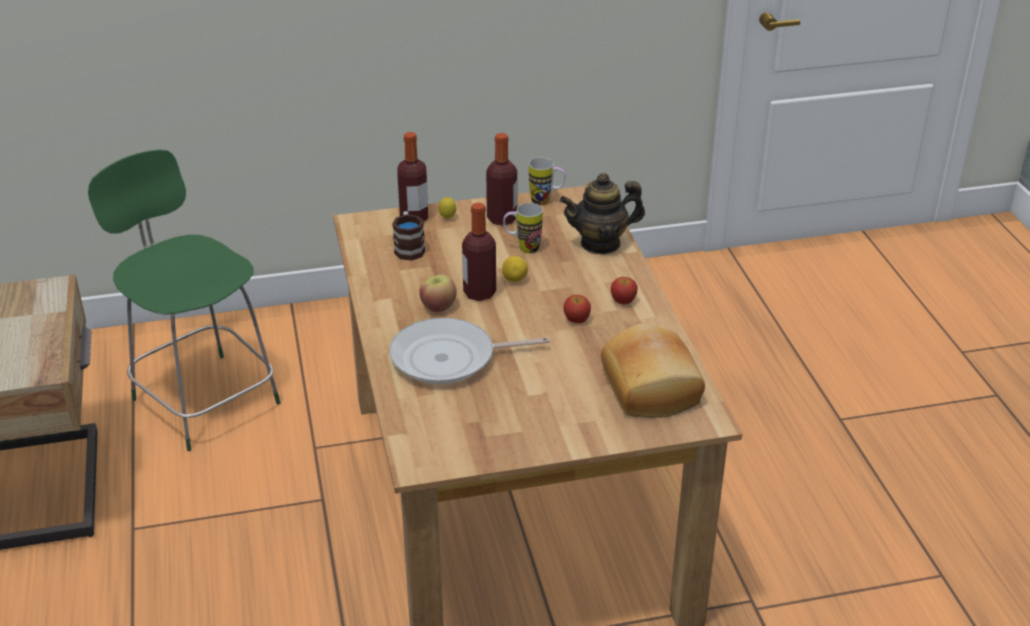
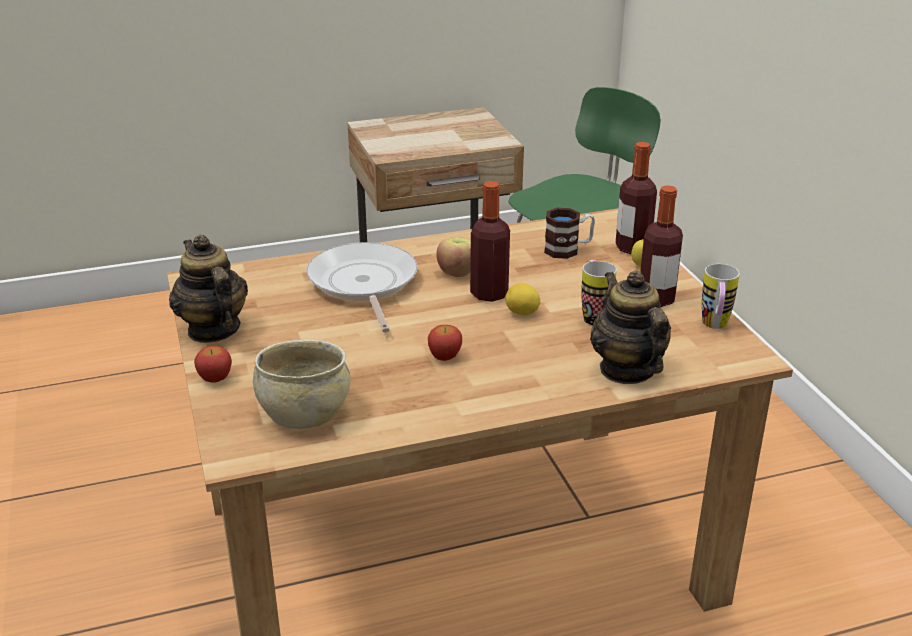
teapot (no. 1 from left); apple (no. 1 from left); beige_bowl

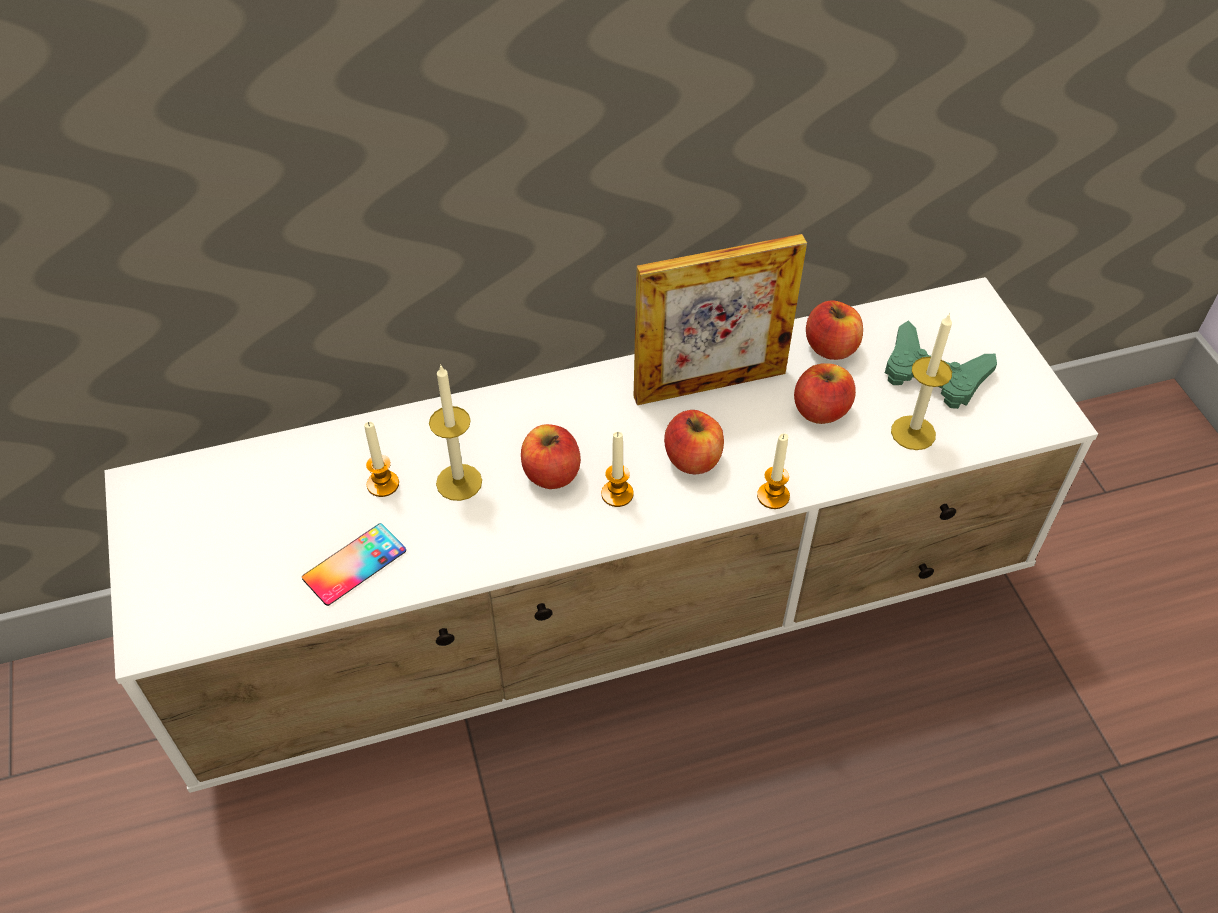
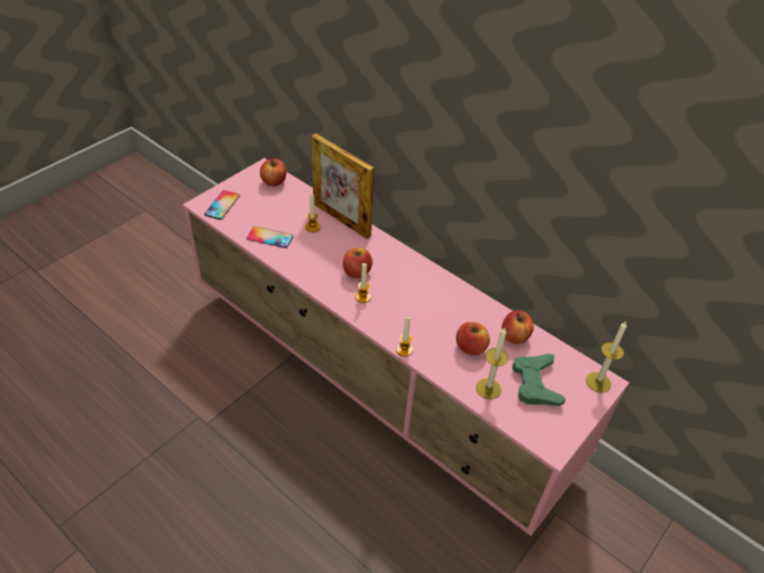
phone (no. 1 from left); candle (no. 5 from left); picture_frame; apple (no. 1 from left); pink_tv_stand

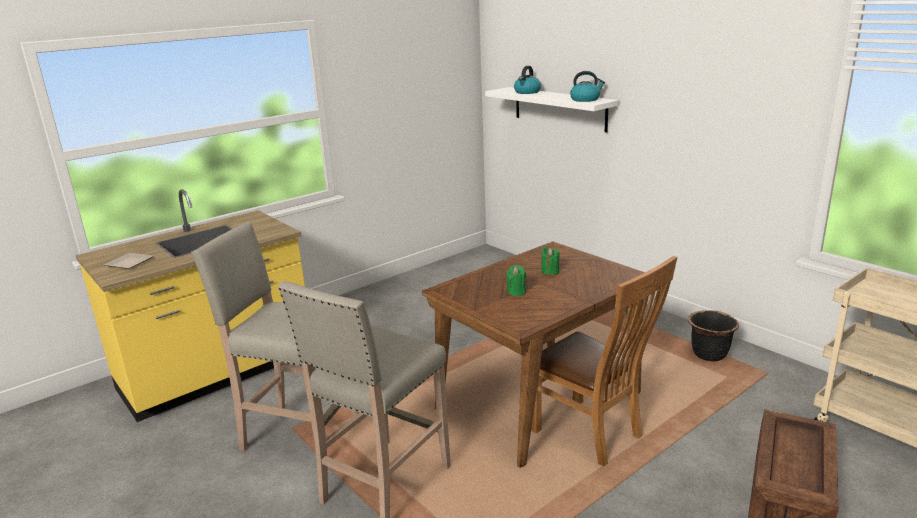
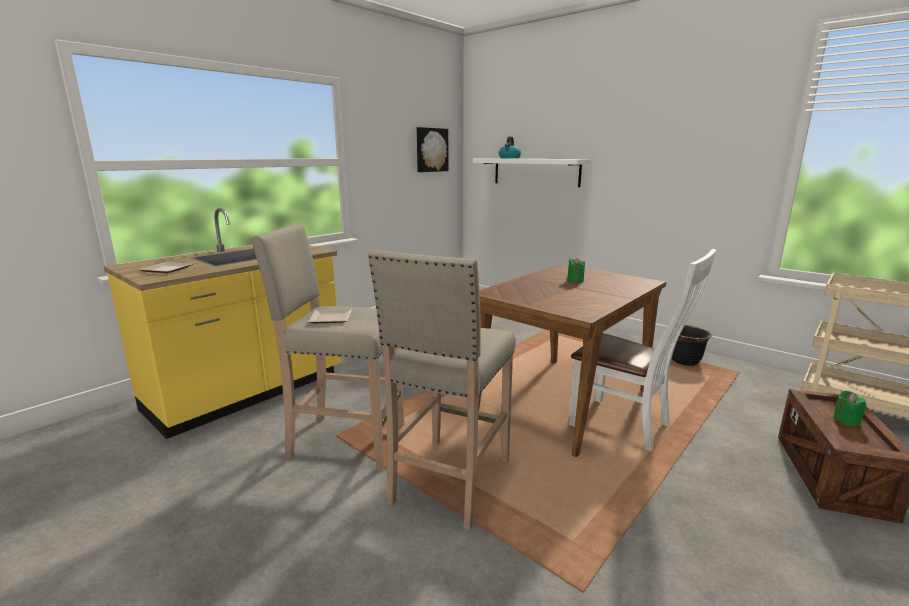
kettle (no. 2 from left in the first image); plate (no. 2 from left); picture; green_candle (no. 2 from left); white_chair

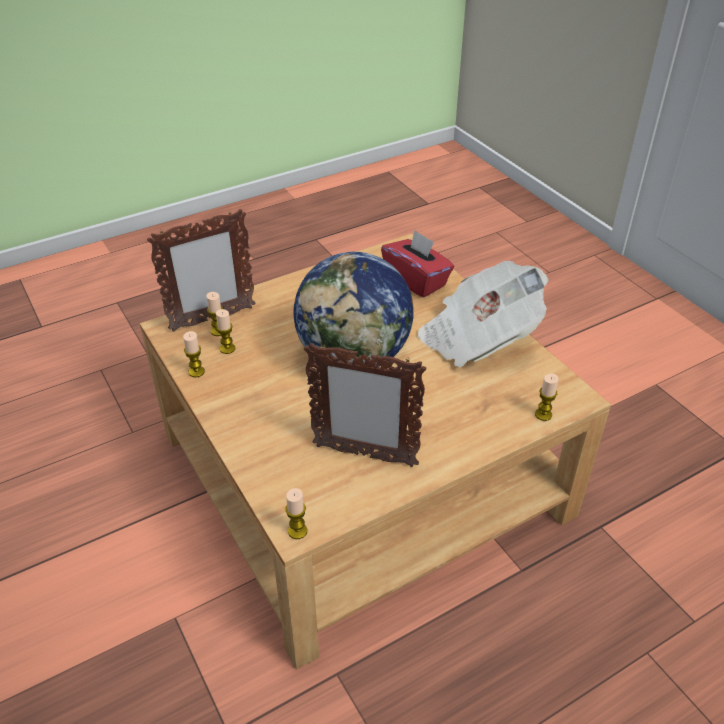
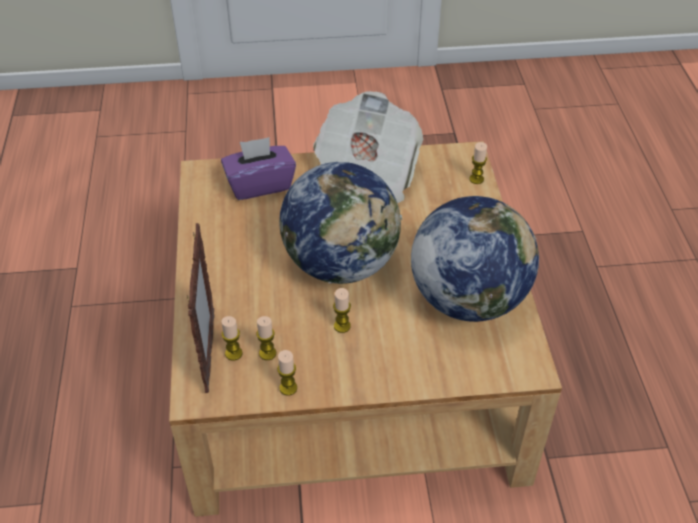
candle (no. 4 from left); globe (no. 2 from left); purple_tissue_box

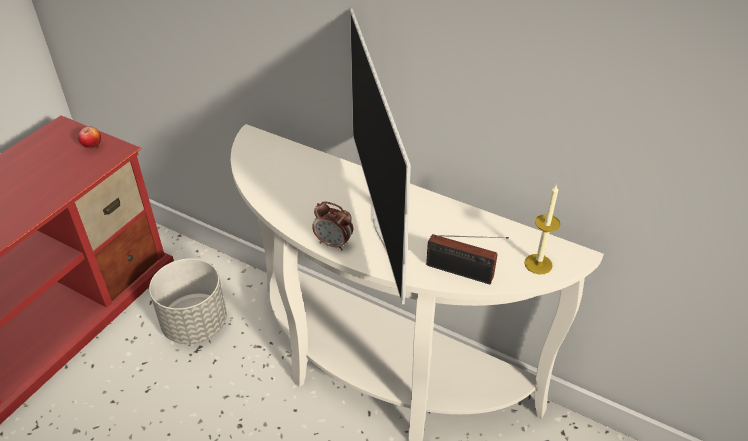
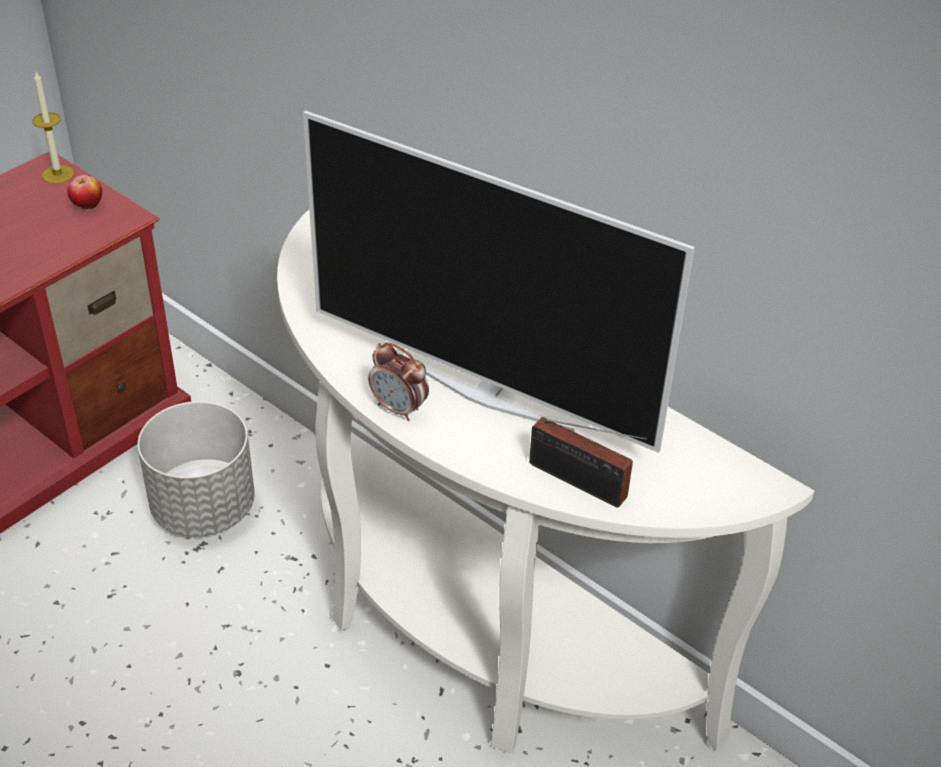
candle; television

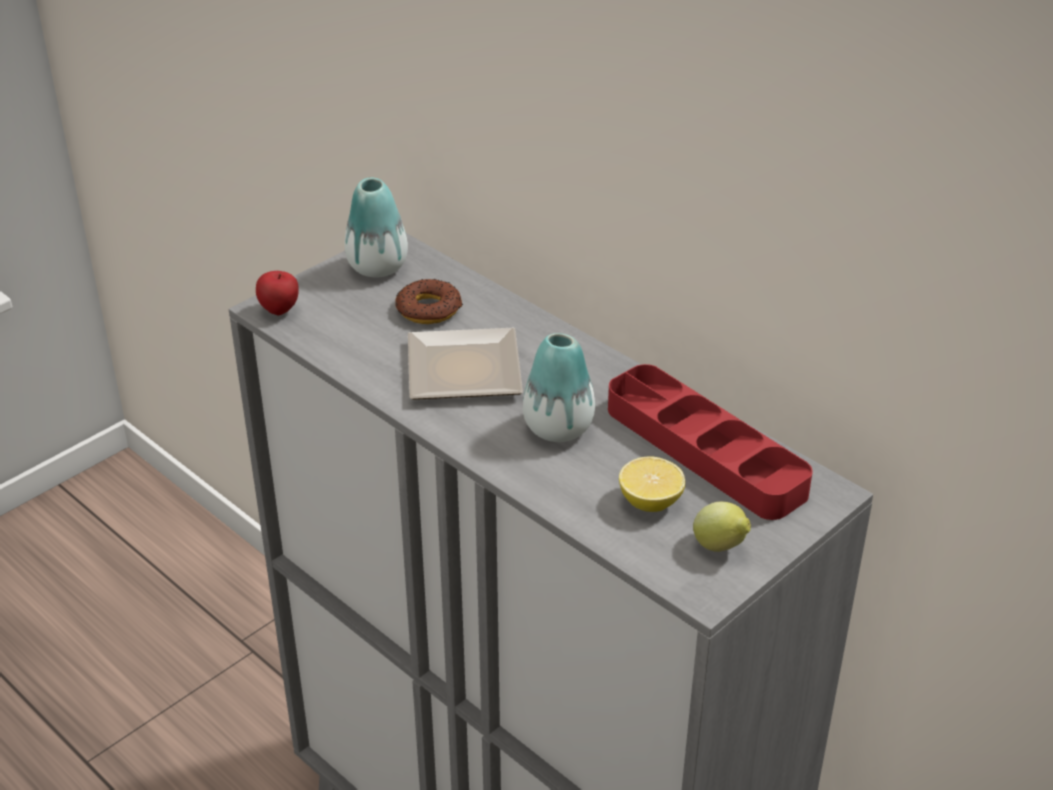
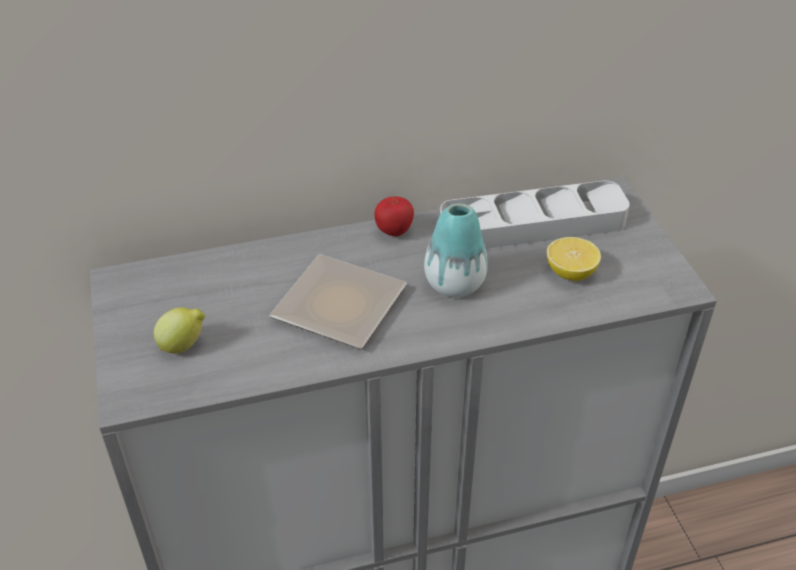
vase (no. 1 from left in the first image); donut; apple; lemon (no. 1 from left); grey_tray

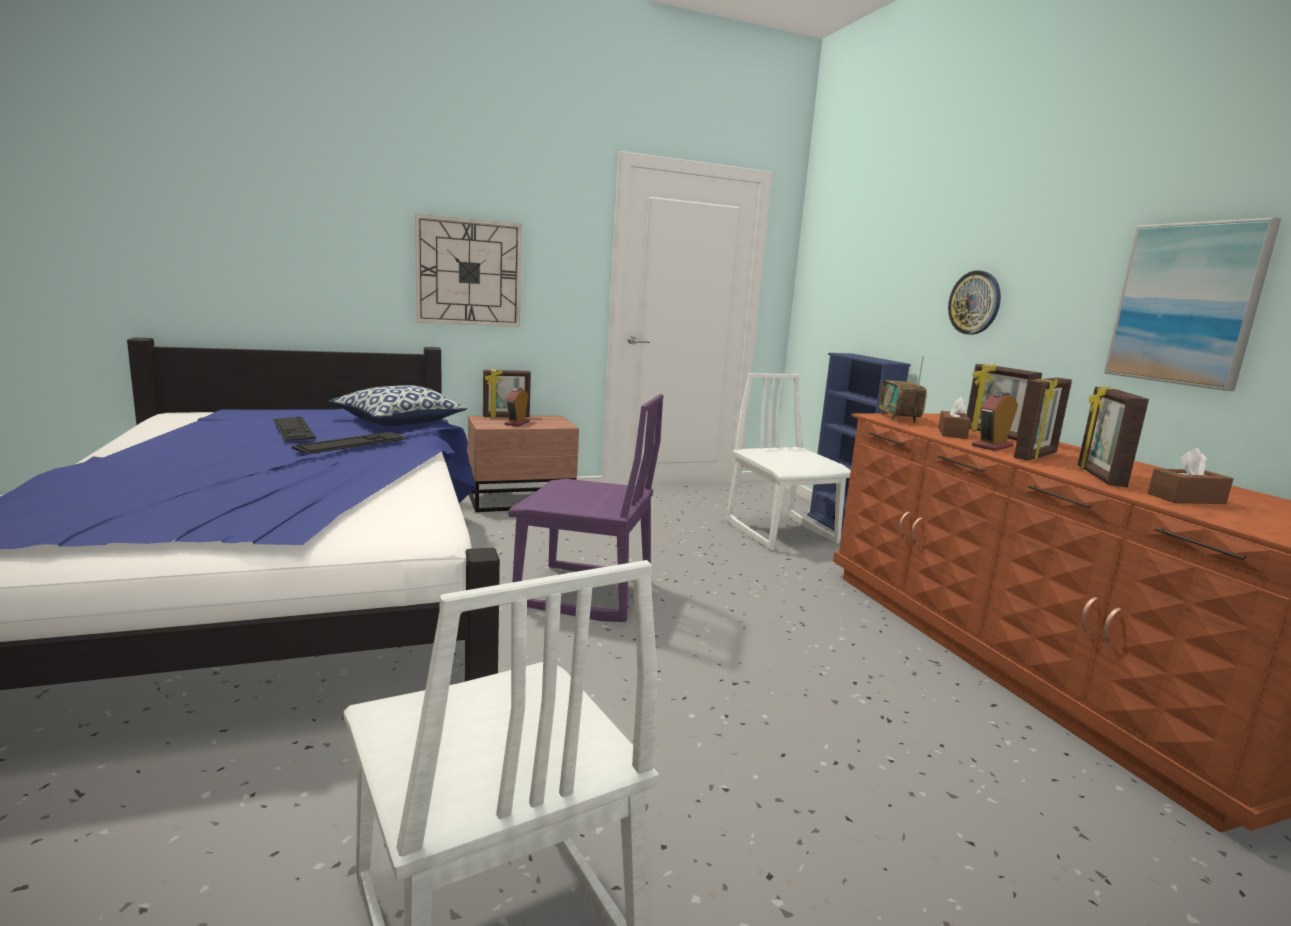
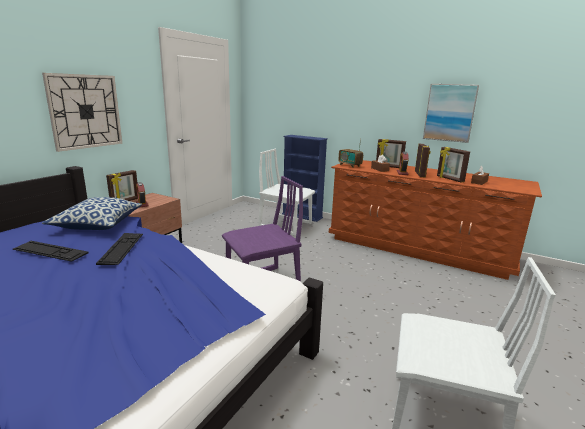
wall_clock (no. 2 from left in the first image)

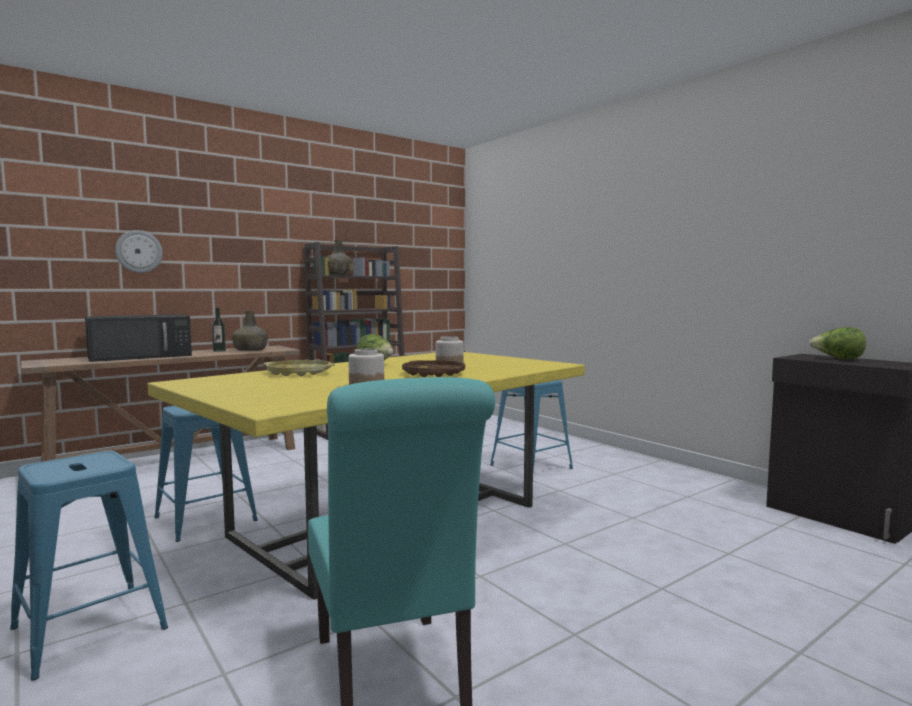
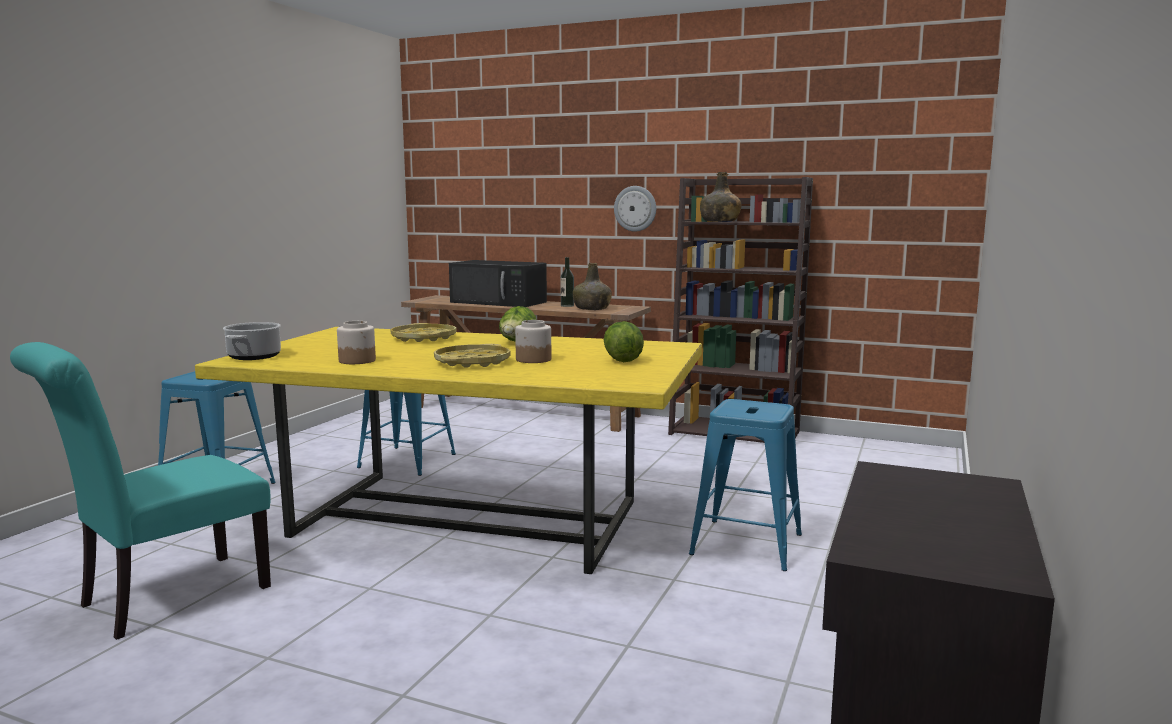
cooking_pot; wall_clock; lettuce (no. 2 from left); yellow_tray (no. 2 from left)

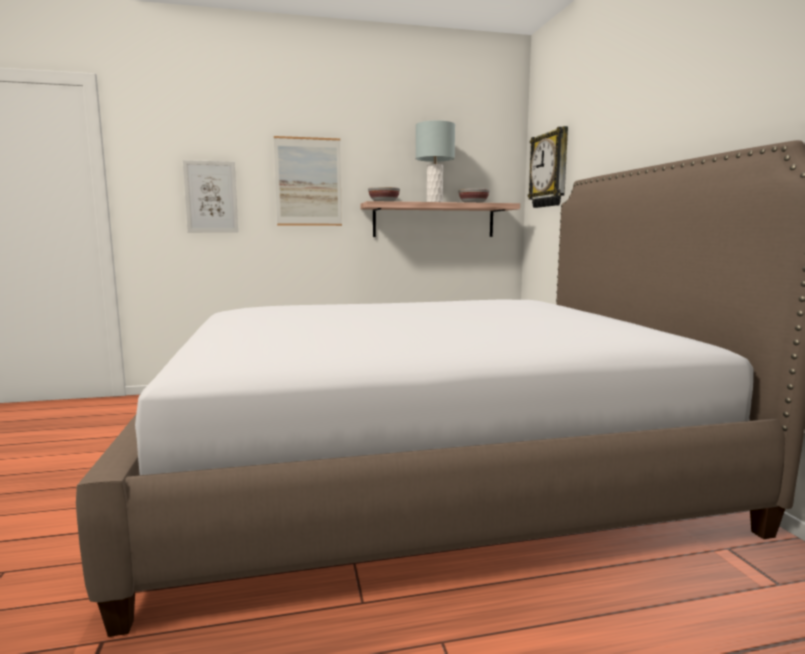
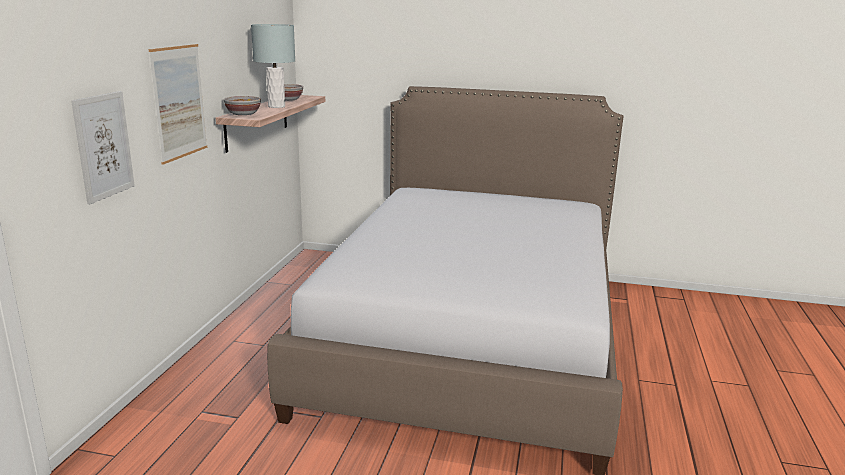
wall_clock

